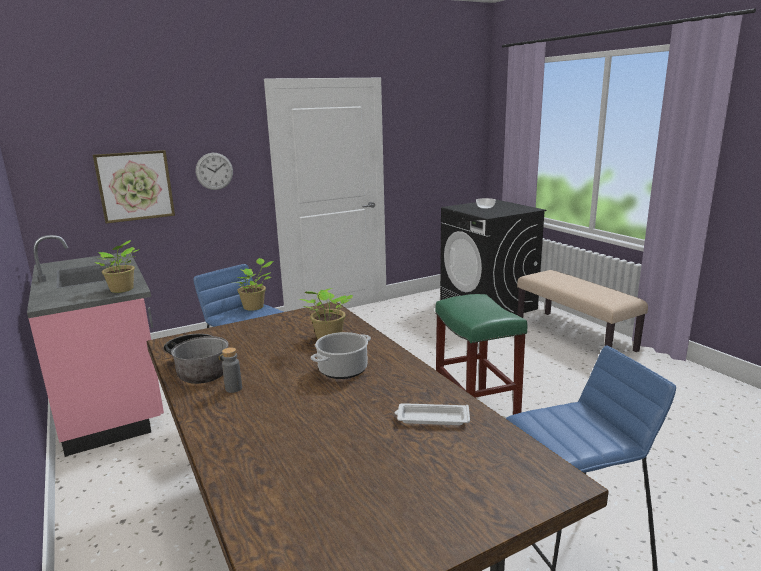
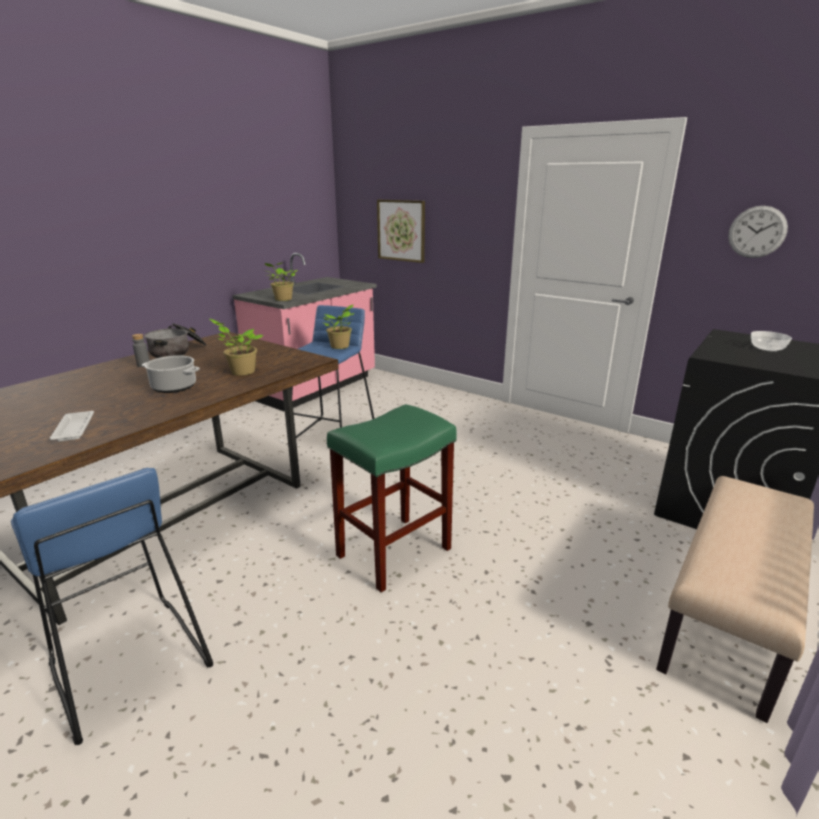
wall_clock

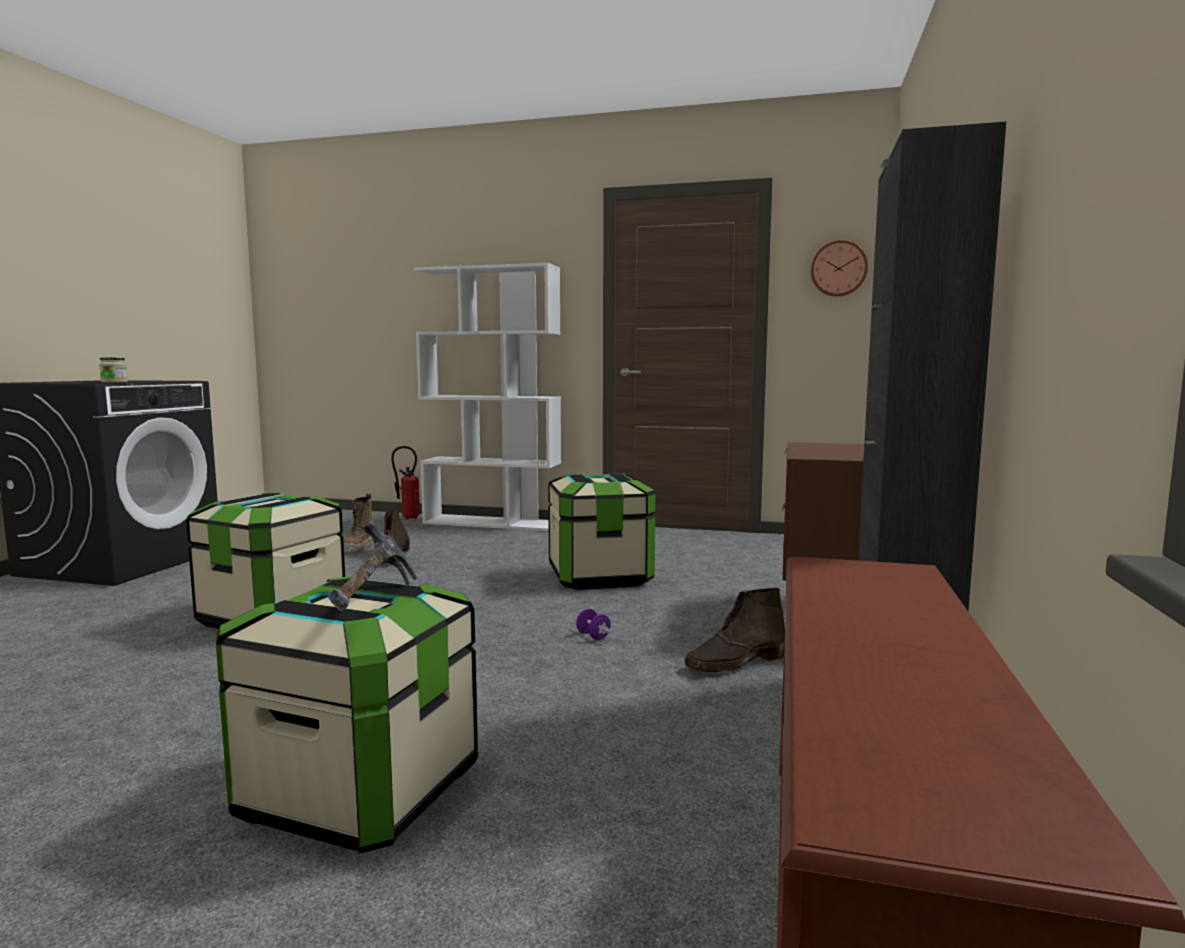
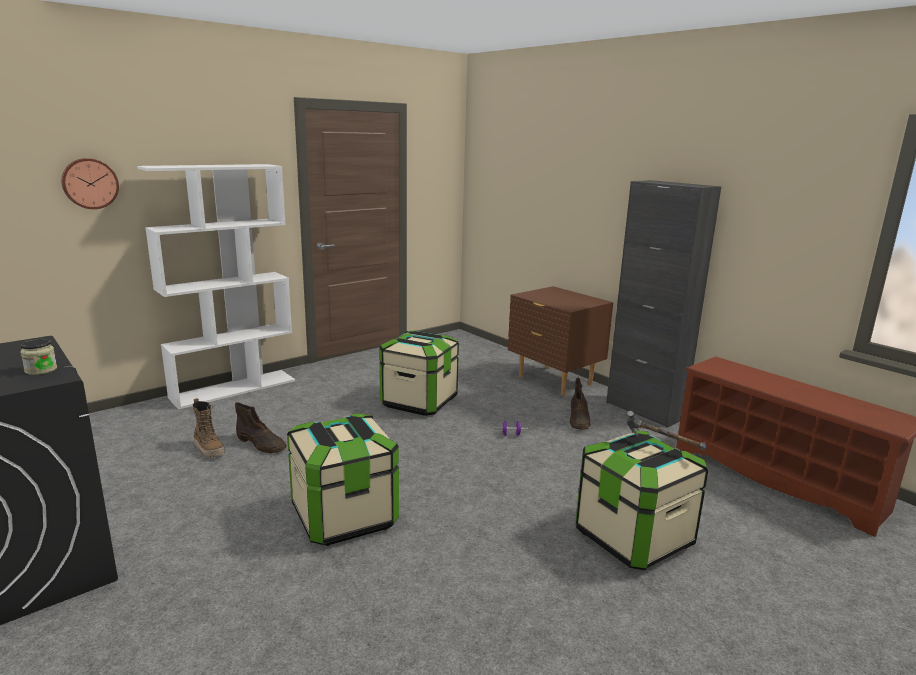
fire_extinguisher; wall_clock

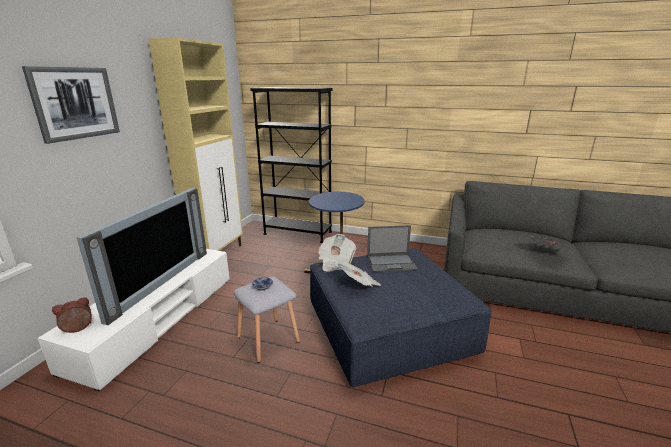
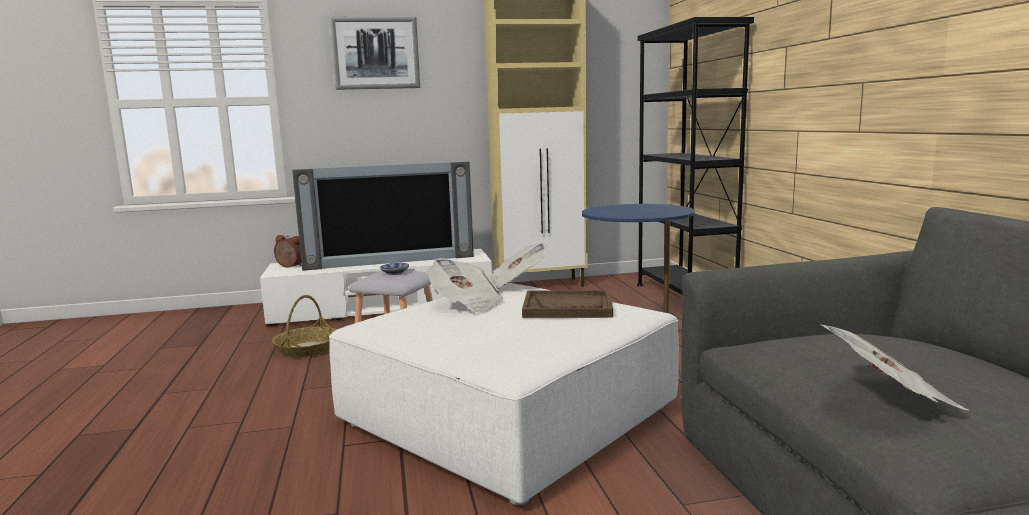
basket; brown_tray; white_ottoman

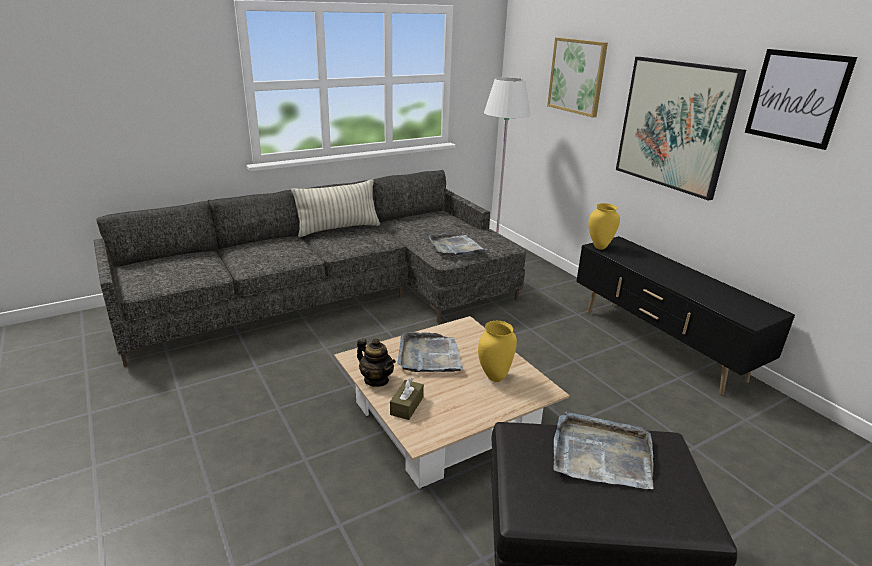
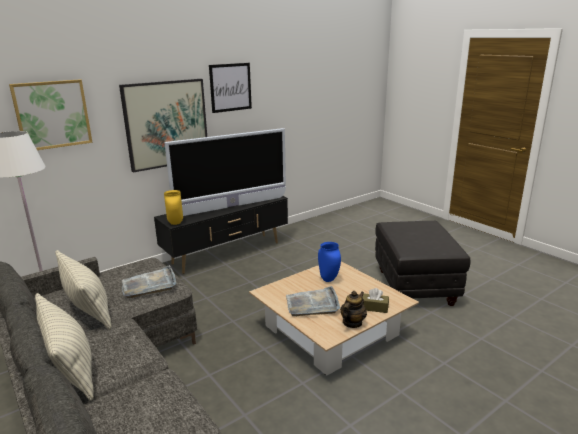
grey_tray (no. 3 from left in the first image); pillow (no. 2 from left); television; blue_vase

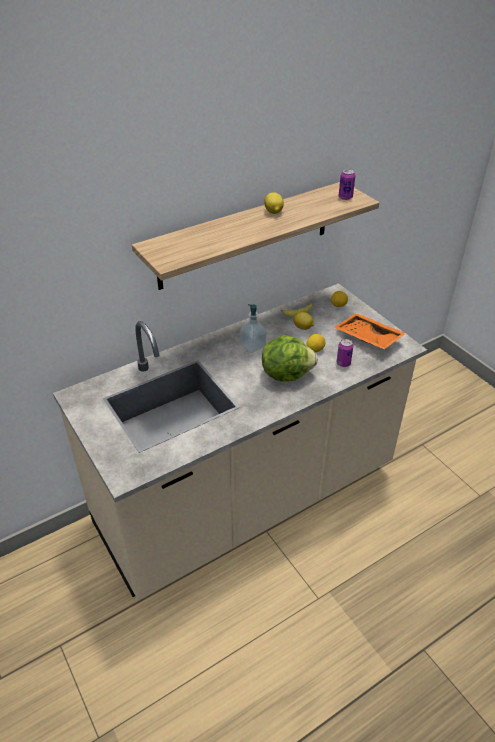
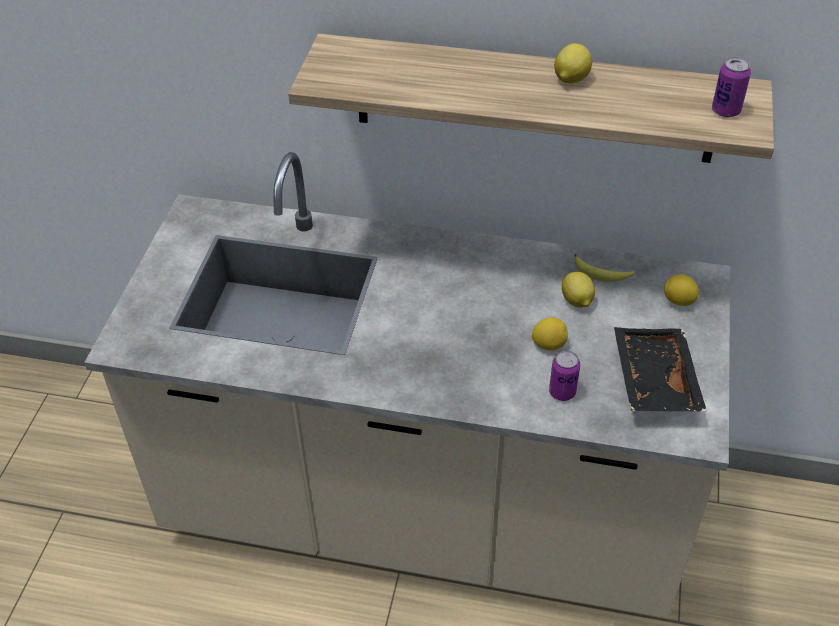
soap_dispenser; lettuce; black_tray

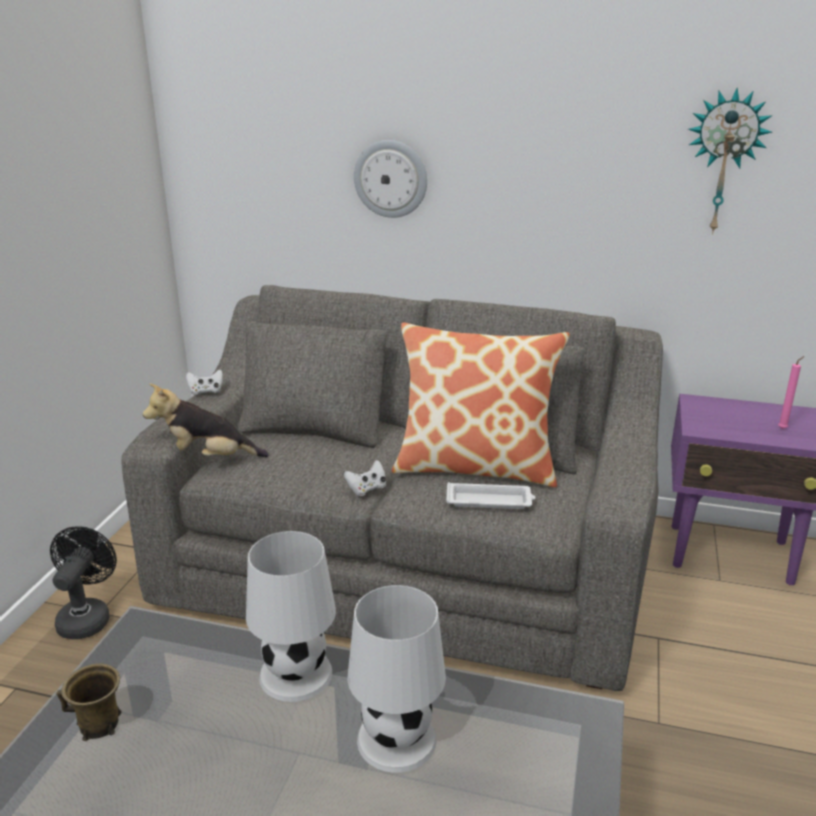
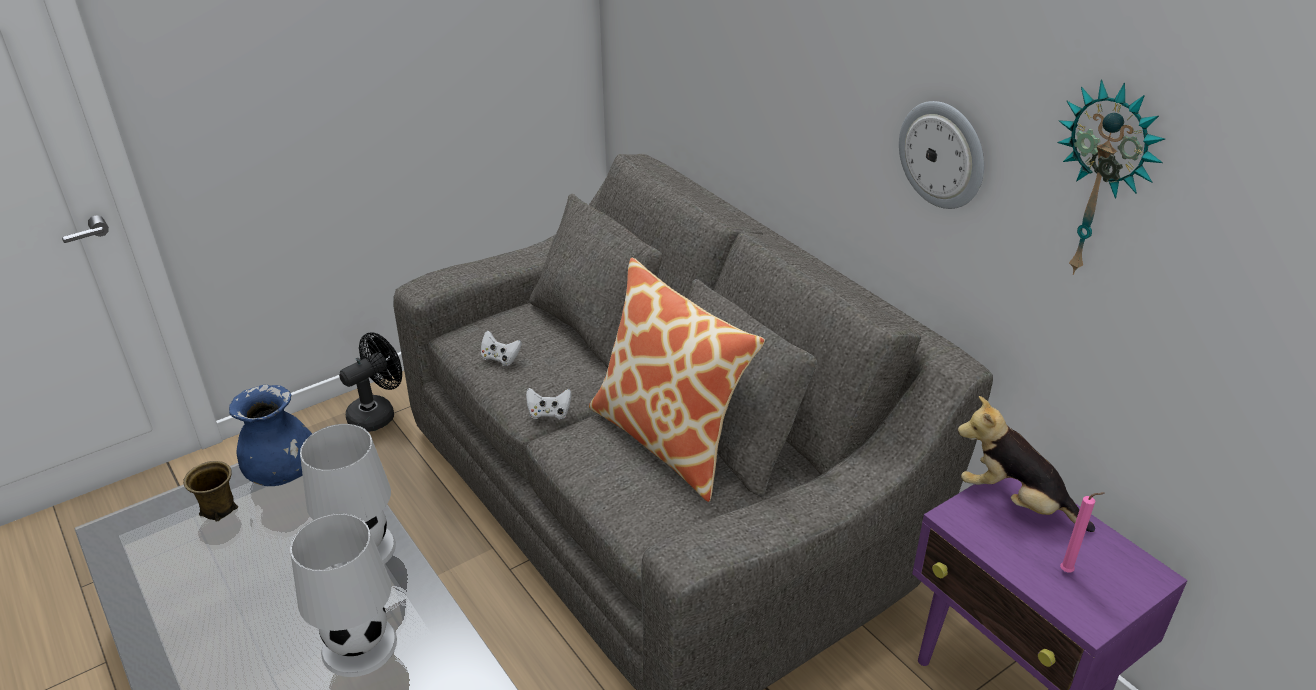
white_tray; blue_vase; plush_toy; white_game_controller (no. 1 from left); wall_clock (no. 1 from left)

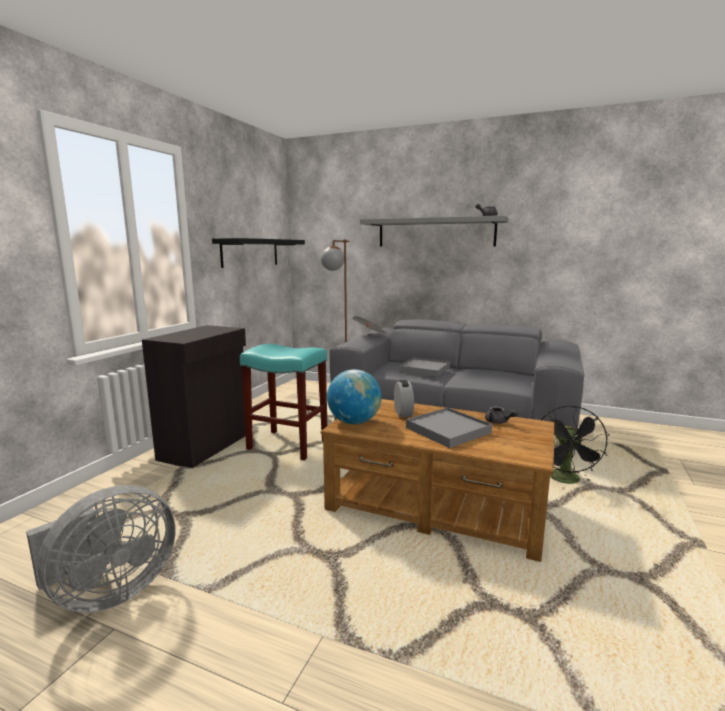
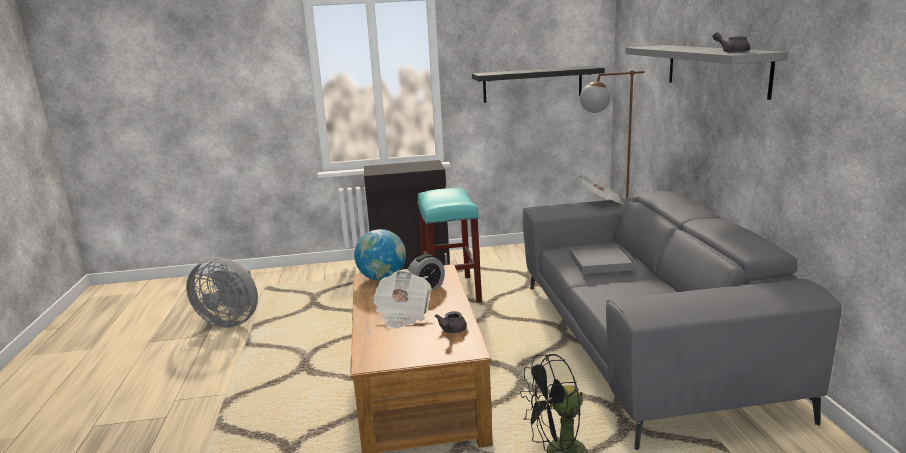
newspaper (no. 1 from left)

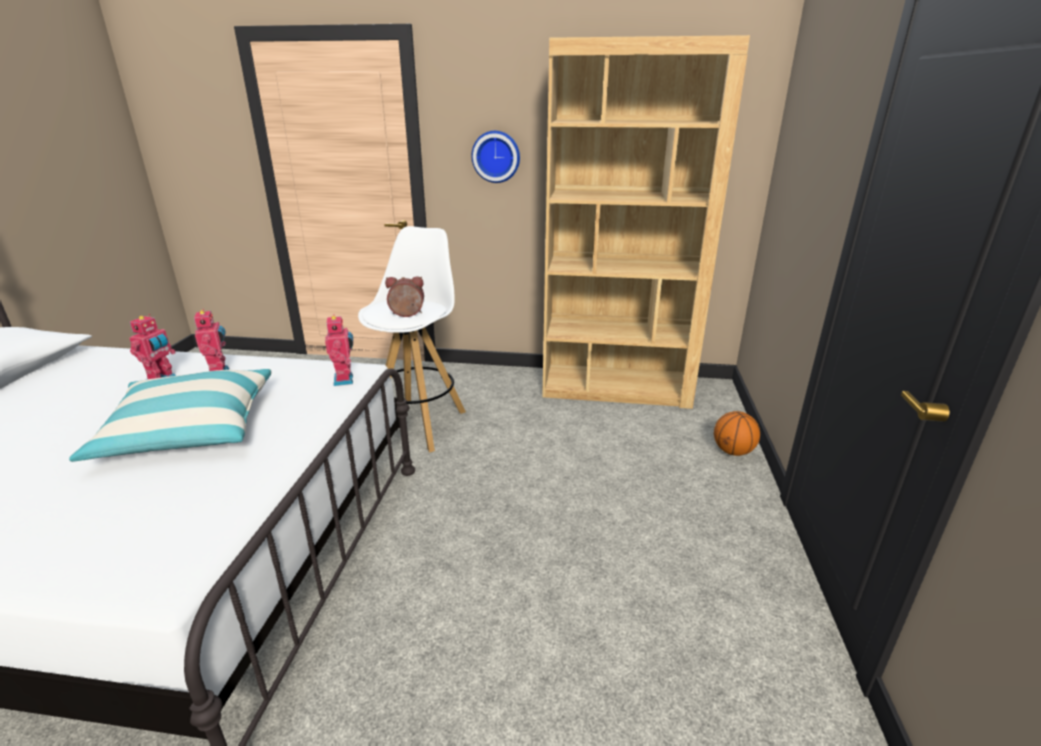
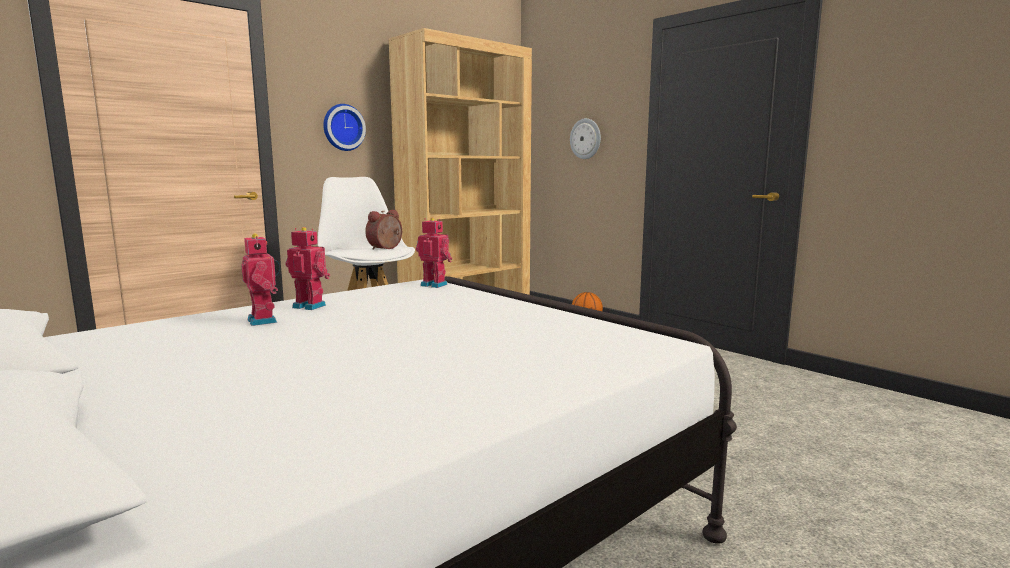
pillow; wall_clock (no. 2 from left)

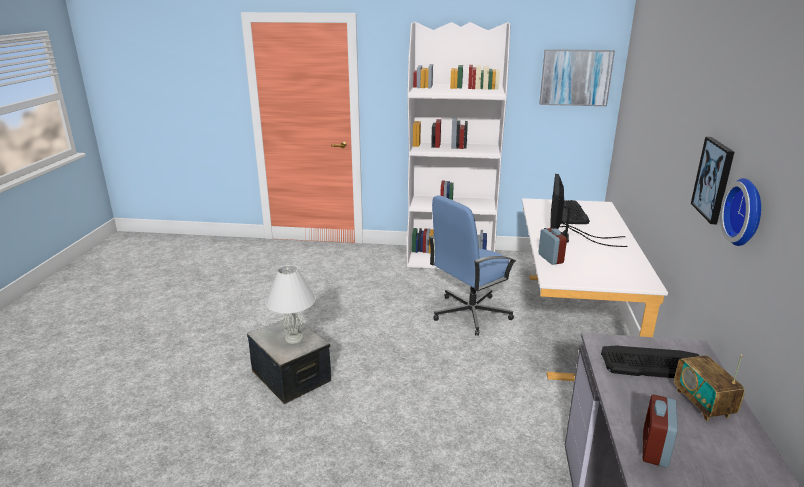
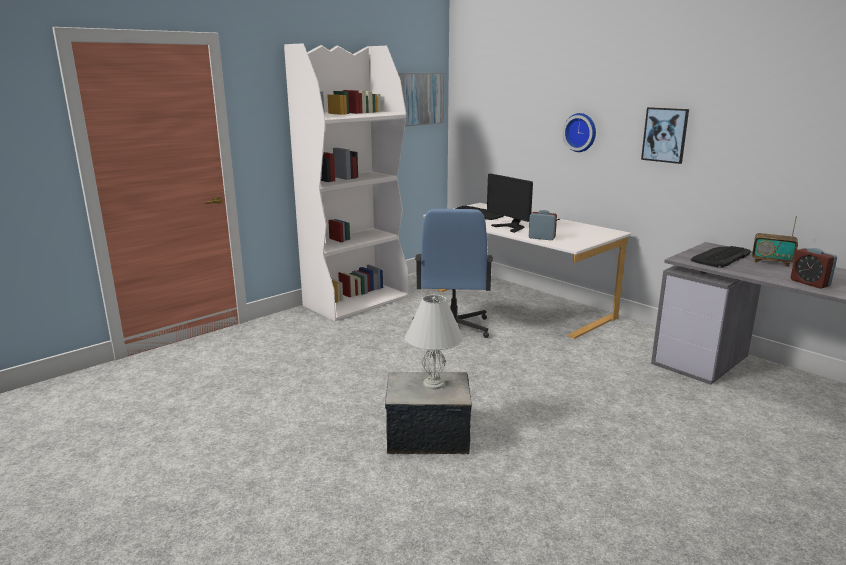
wall_clock

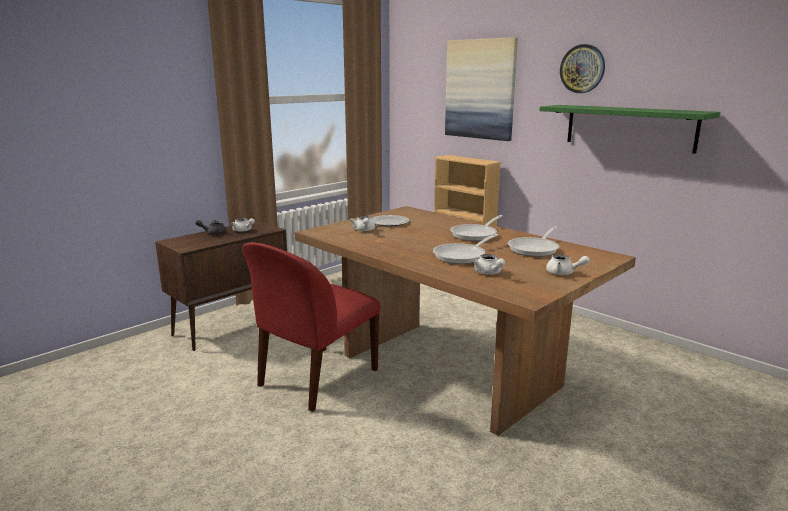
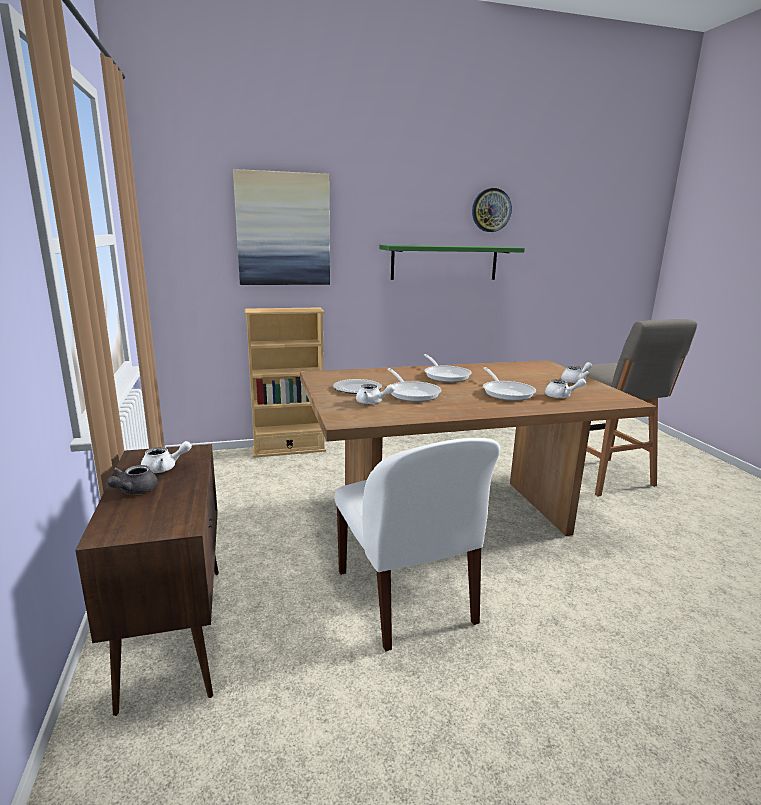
grey_stool; frying_pan (no. 1 from left); wall_clock; white_chair

